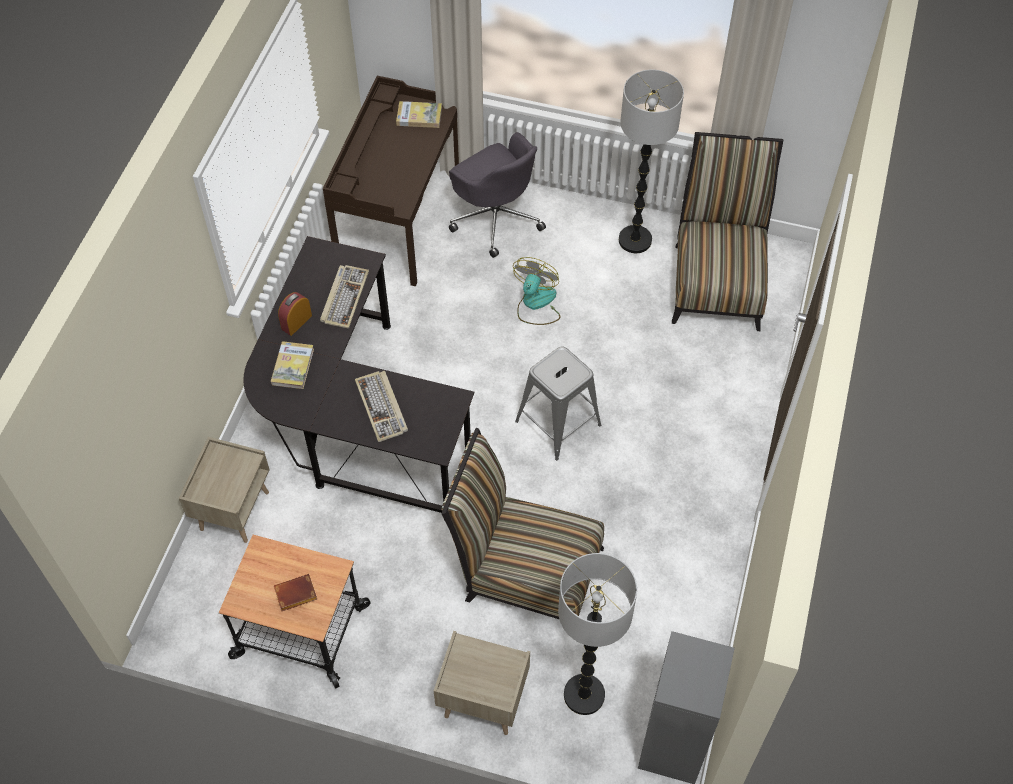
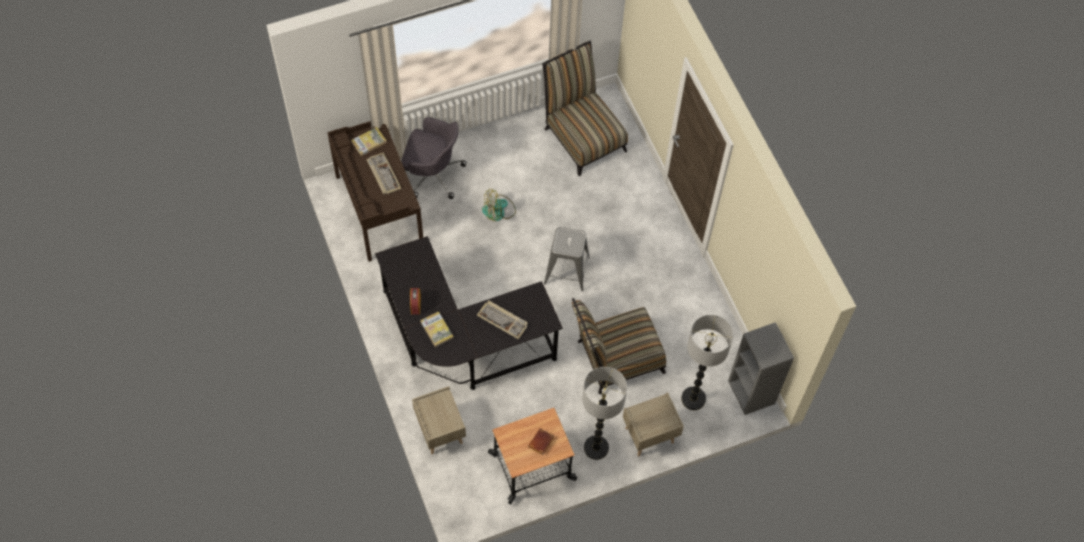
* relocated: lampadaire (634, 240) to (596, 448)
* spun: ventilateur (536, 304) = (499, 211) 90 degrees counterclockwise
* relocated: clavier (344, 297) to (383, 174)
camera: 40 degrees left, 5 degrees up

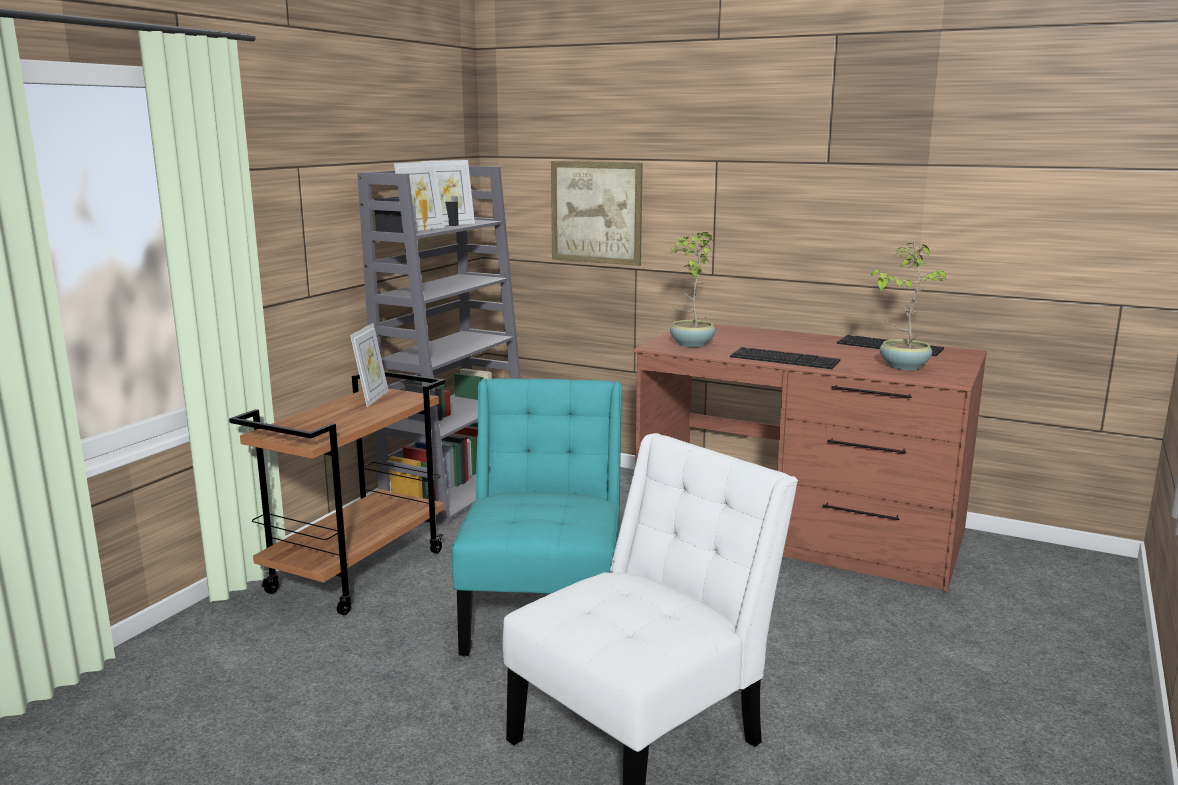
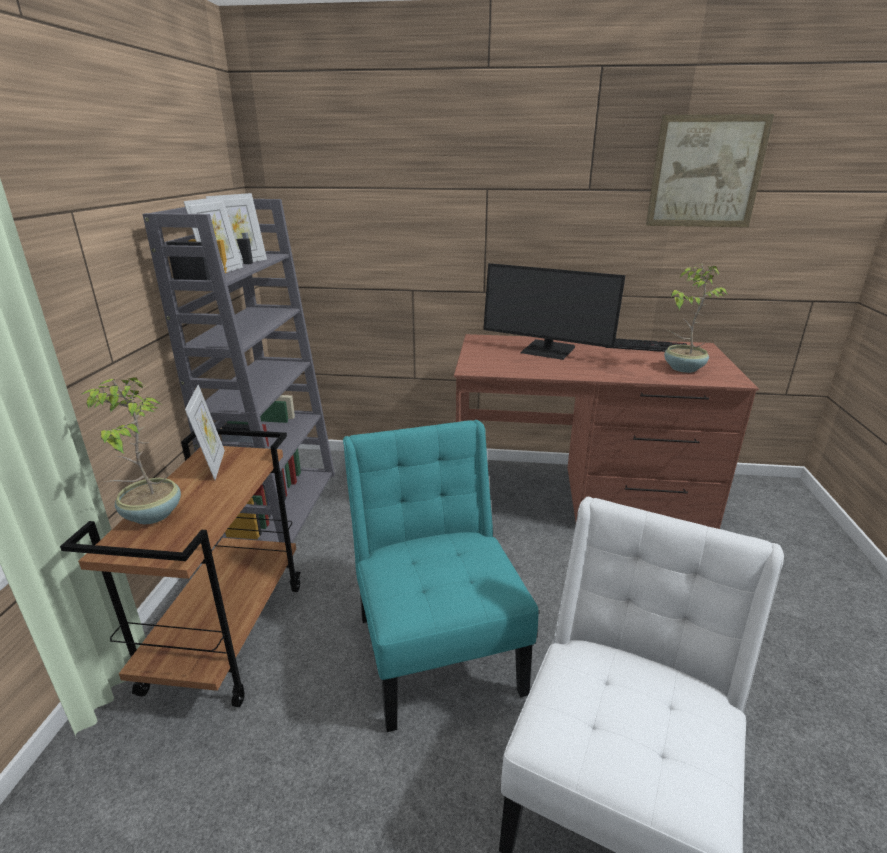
* relocated: tableau (596, 212) to (706, 172)
* relocated: plante en pot (690, 344) to (151, 515)
* missing: clavier (786, 359)
* appeared: écran d'ordinateur (547, 350)
camera: 20 degrees left, 10 degrees up

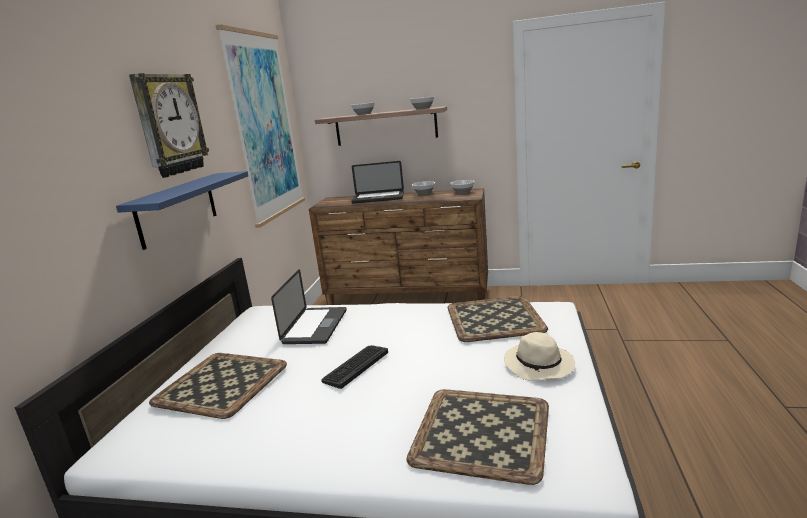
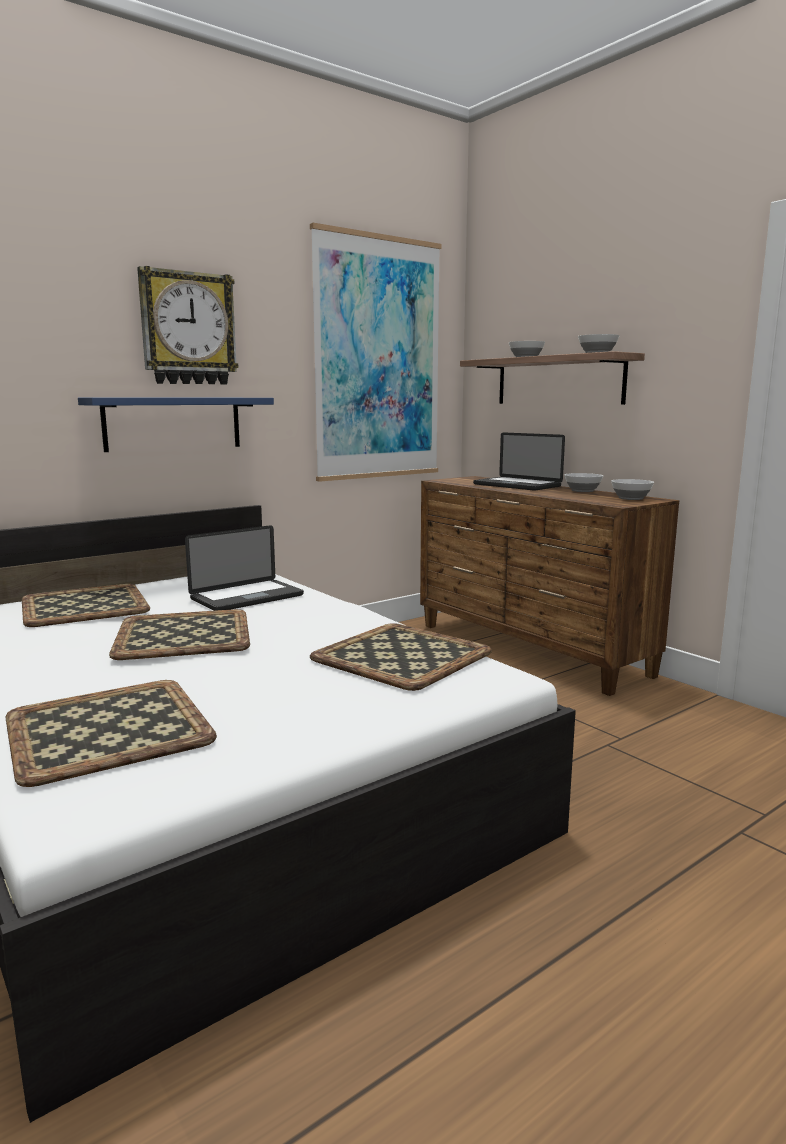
* missing: chapeau (beige) (539, 365)
* exchanged: clavier (355, 366) to plateau (182, 635)
camera: 40 degrees right, 5 degrees down

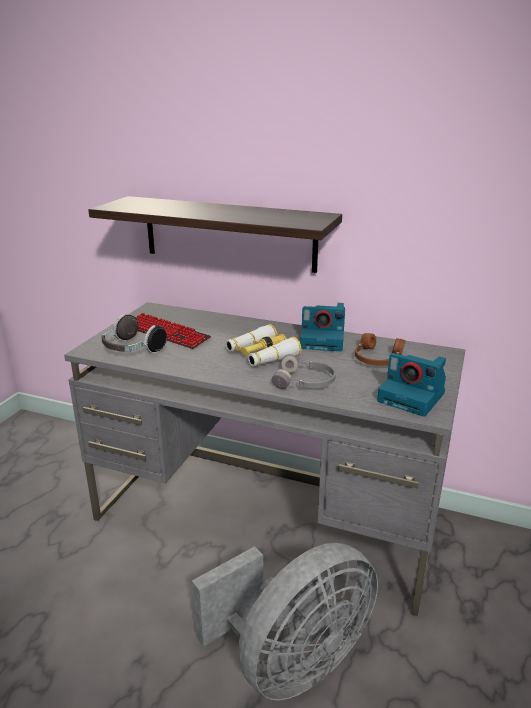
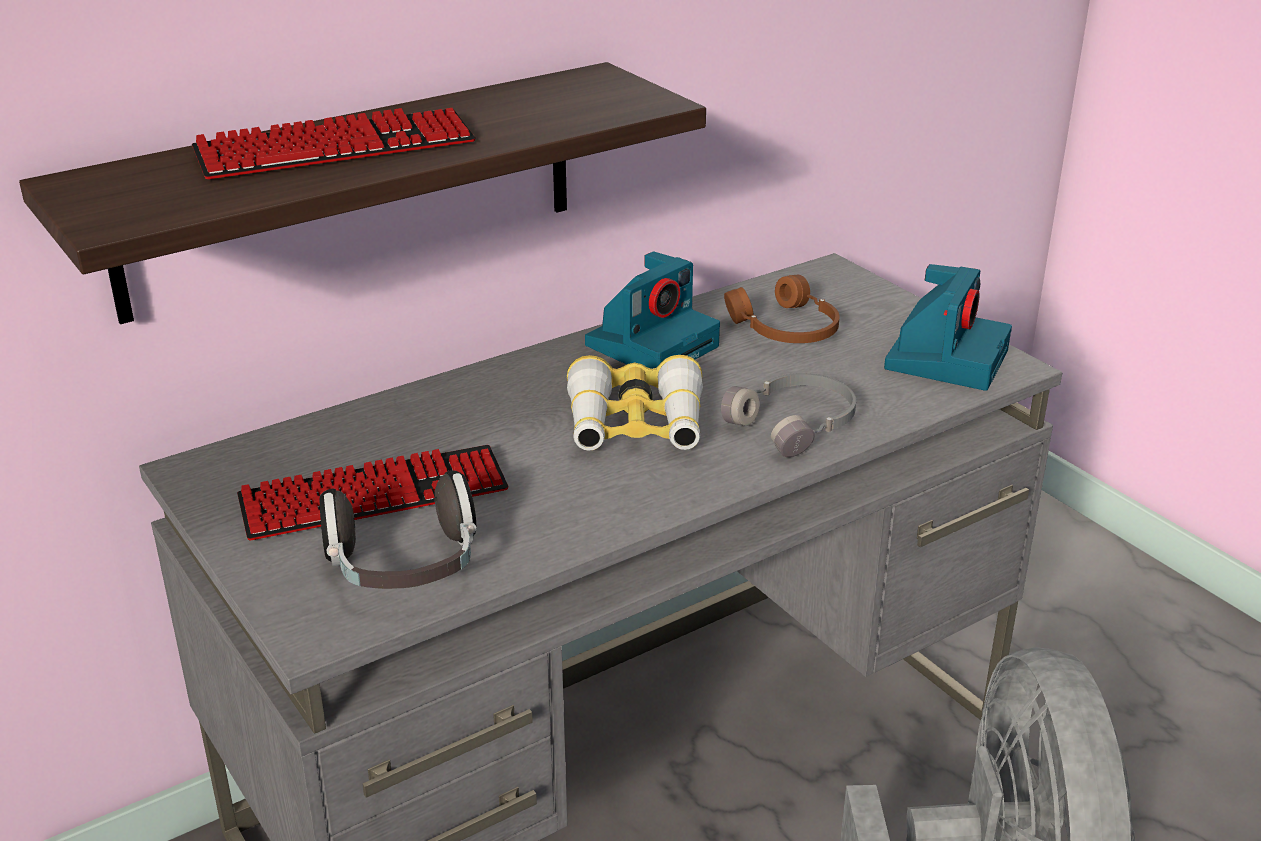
* spun: appareil photo (413, 397) = (946, 358) 45 degrees counterclockwise
* appeared: clavier (336, 149)
camera: 55 degrees left, 5 degrees up

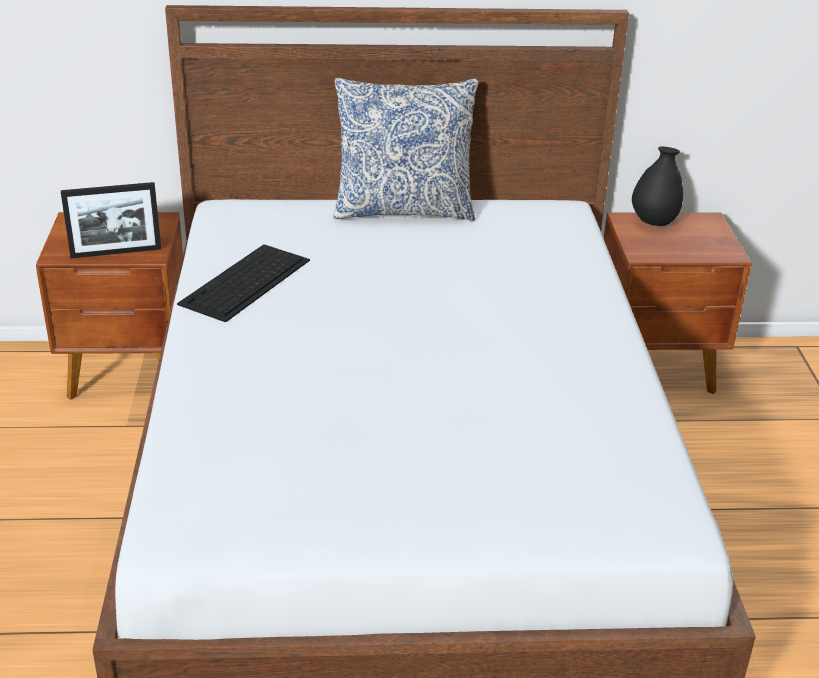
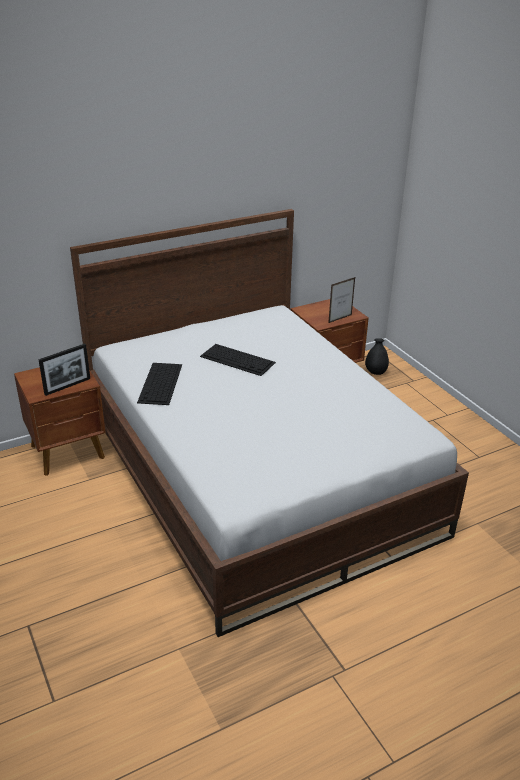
* missing: coussin (403, 209)
* relocated: vase (noir) (654, 222) to (375, 372)
* appeared: cadre photo (340, 319)
* appeared: clavier (238, 359)
camera: 25 degrees left, 0 degrees up

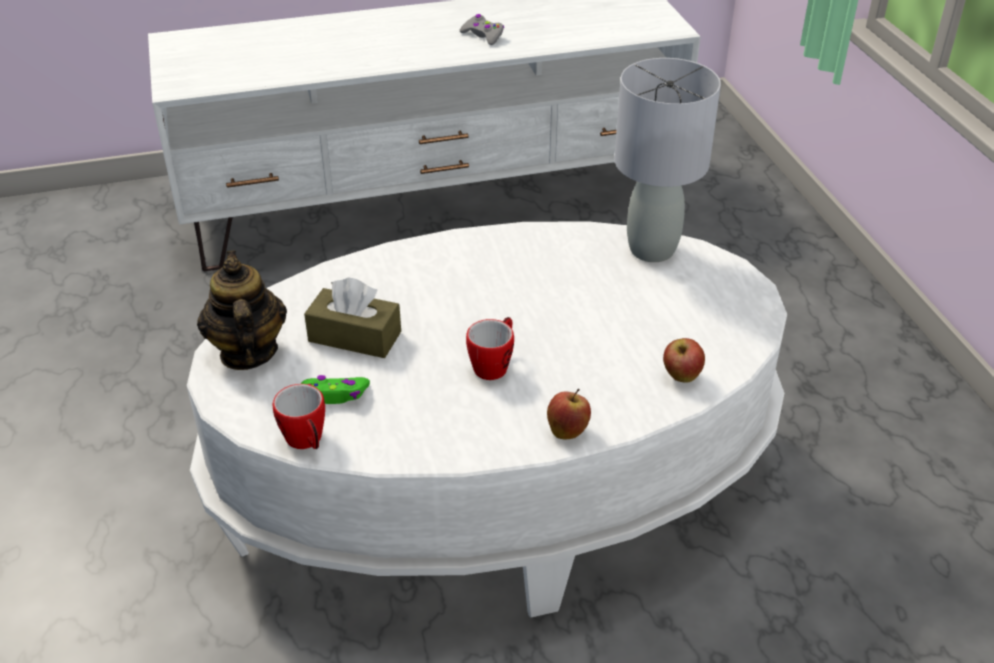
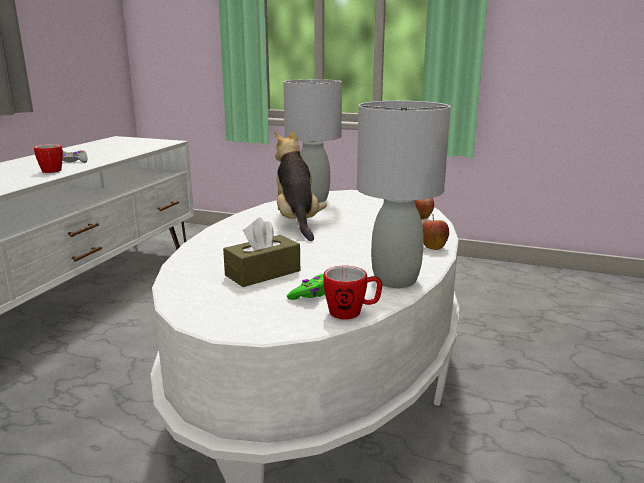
* missing: théière (247, 352)
* relocated: mug (494, 365) to (51, 170)
* appeared: lampe de table (gris) (396, 280)
* appeared: peluche (297, 222)
camera: 55 degrees left, 20 degrees down

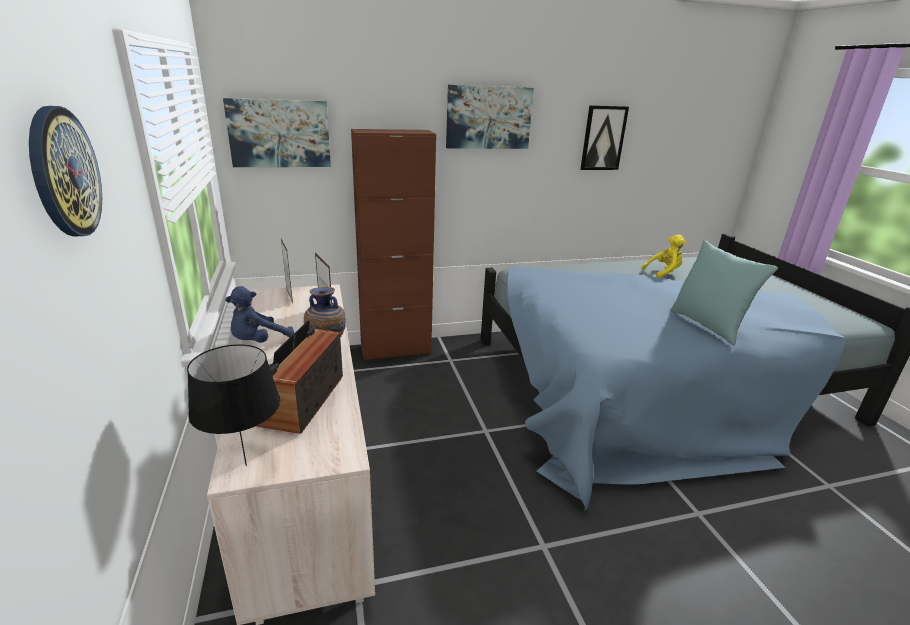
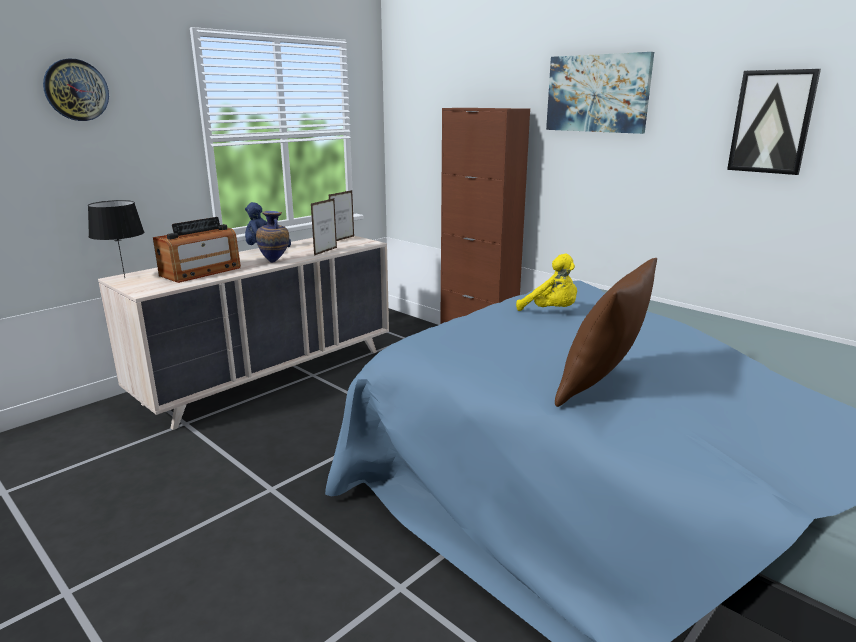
* missing: tableau (279, 133)
* relocated: peluche (jaune) (663, 273) to (551, 311)
* colour: coussin (turquoise) (708, 325) to coussin (marron) (601, 387)
* spun: radio (303, 400) = (201, 272) 150 degrees clockwise
camera: 60 degrees right, 5 degrees down

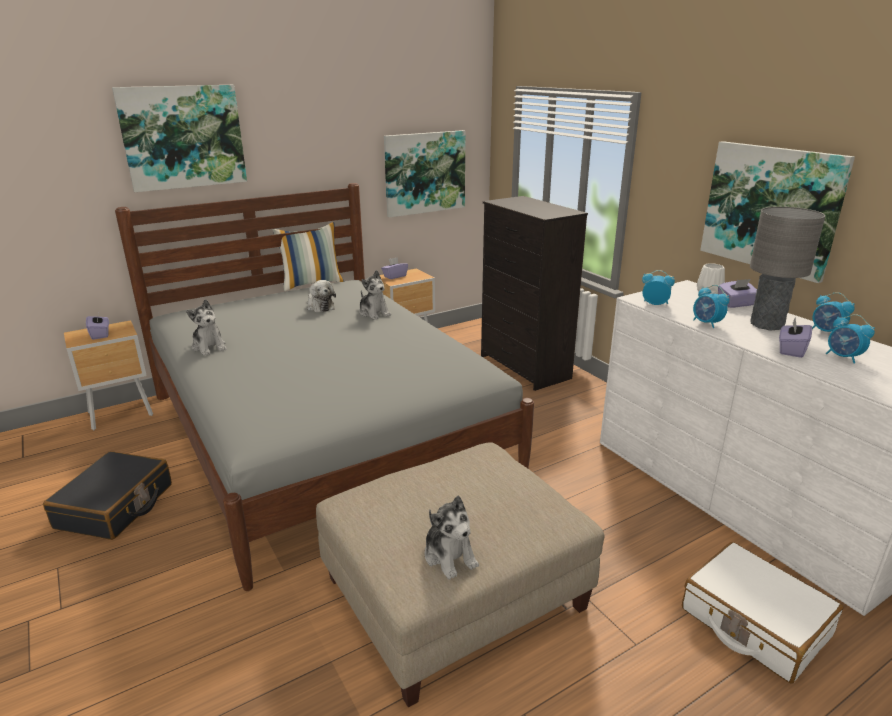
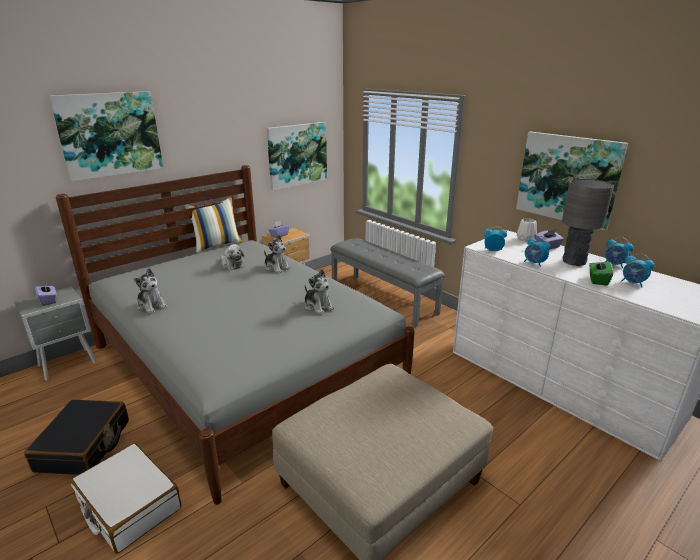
* exchanged: commode (noir) (524, 368) to banc (gris) (383, 298)
* colour: boîte à mouchoirs (violet) (791, 350) to boîte à mouchoirs (vert) (597, 280)
* colour: table de chevet (marron) (122, 414) to table de chevet (gris) (69, 364)
* relocated: peluche (450, 556) to (318, 306)
* relocated: valise (blanc) (754, 622) to (129, 505)
camera: 10 degrees left, 0 degrees up

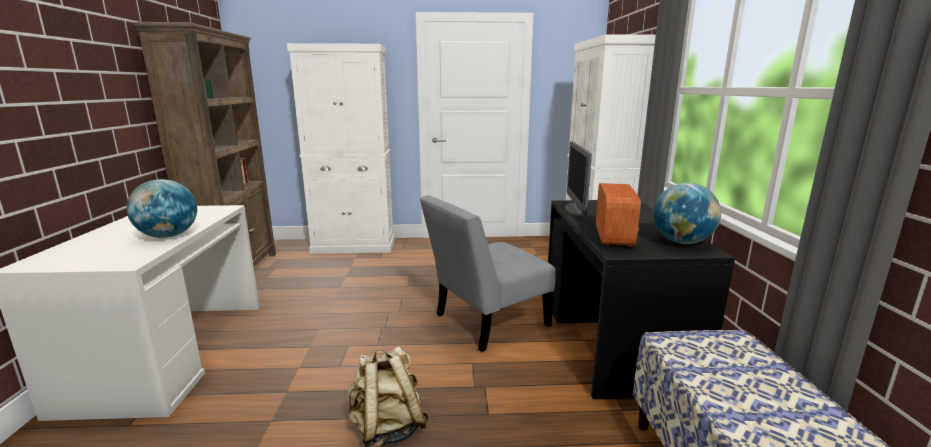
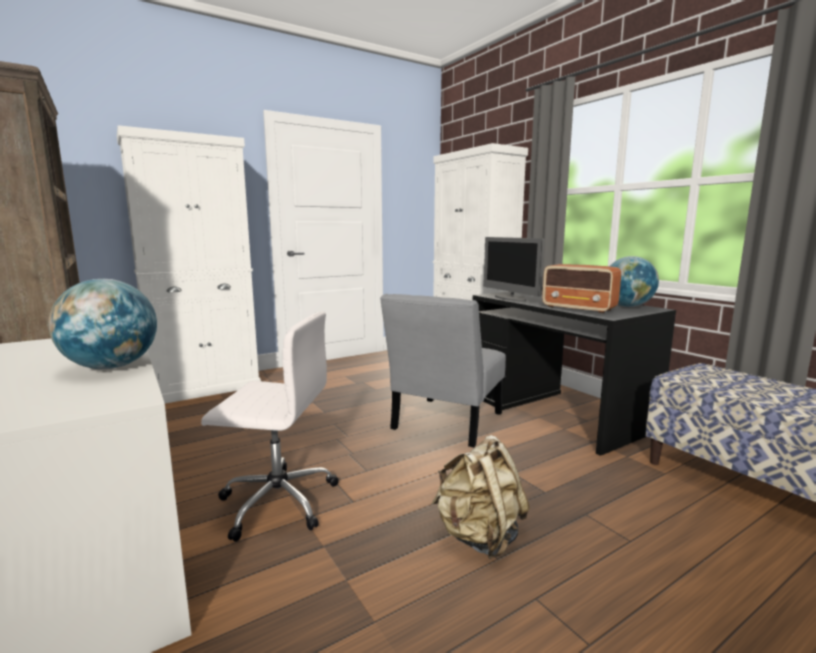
* spun: radio (613, 236) = (579, 308) 150 degrees clockwise
* appeared: chaise de bureau (blanc) (276, 501)
camera: 30 degrees left, 5 degrees down

